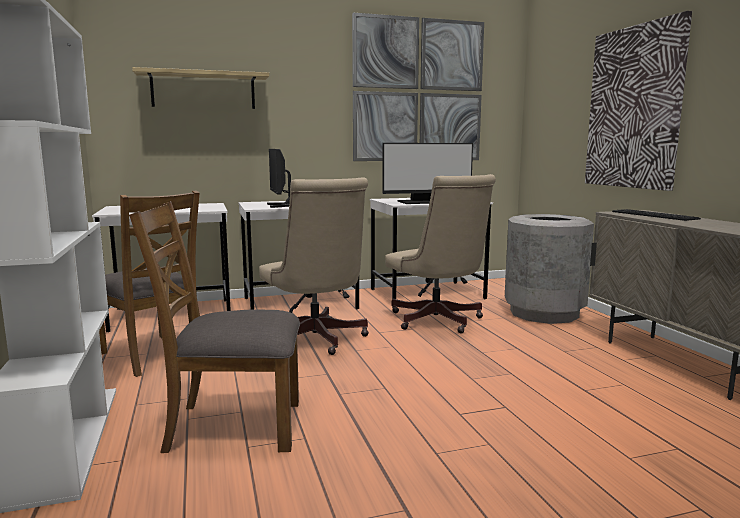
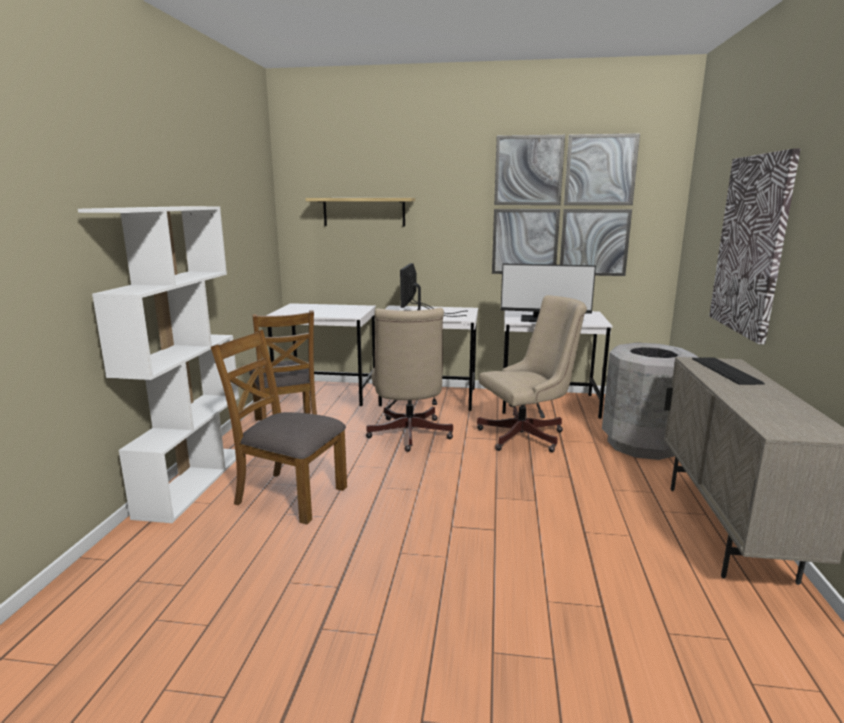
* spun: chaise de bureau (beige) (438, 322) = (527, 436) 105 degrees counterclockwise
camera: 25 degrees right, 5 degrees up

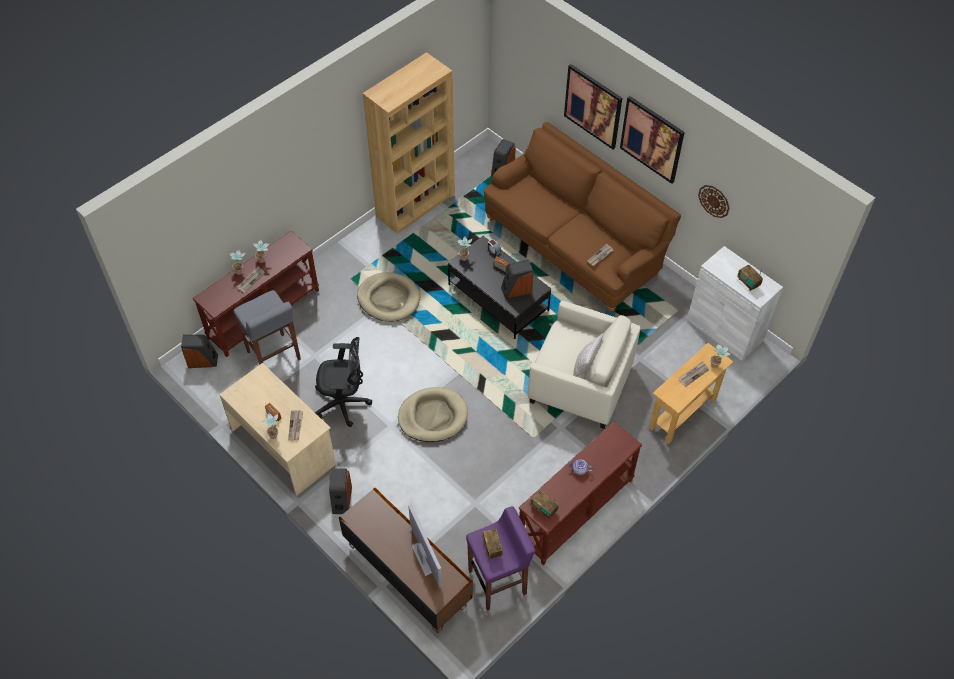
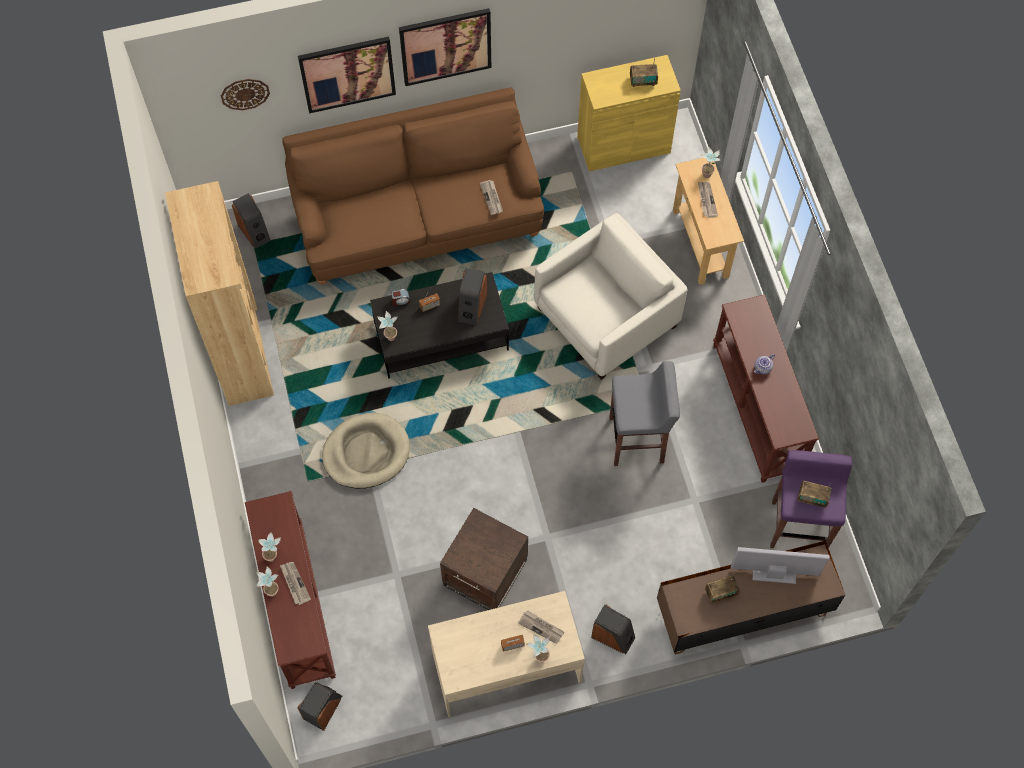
* relocated: horloge murale (714, 201) to (245, 93)
* colour: meuble de rangement (blanc) (724, 330) to meuble de rangement (jaune) (623, 145)
* relocated: tabouret (gris) (274, 356) to (637, 440)
* missing: coussin (585, 367)
* exchanged: chaise de bureau (noir) (344, 403) to table d'appoint (marron) (486, 573)
* missing: panier pour chien (beige) (433, 416)
* relocated: radio (544, 509) to (721, 593)
camera: 60 degrees left, 10 degrees up

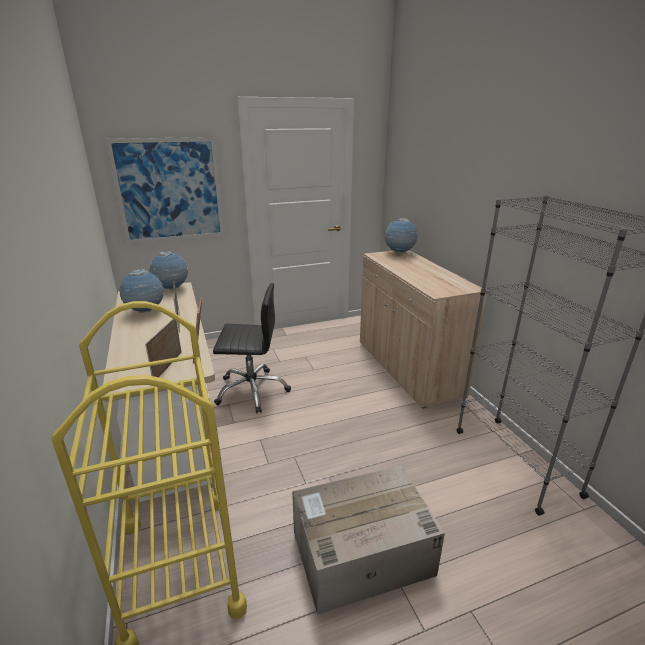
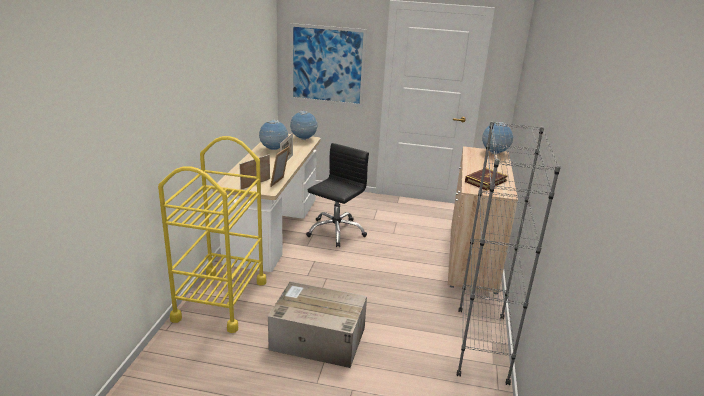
* spun: chaise de bureau (noir) (252, 390) = (336, 231) 90 degrees counterclockwise
* appeared: livre (485, 181)
camera: 30 degrees right, 0 degrees up

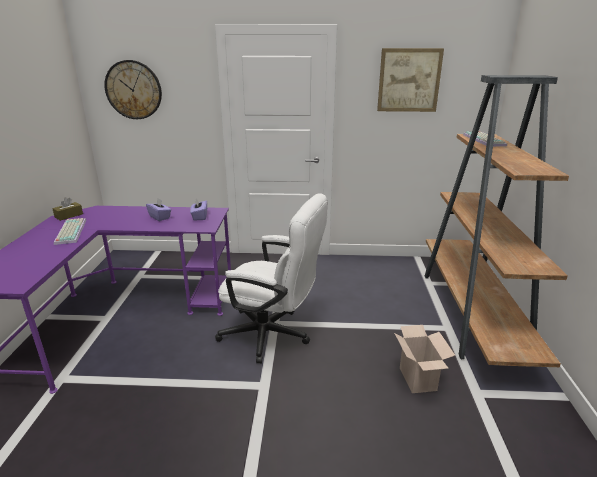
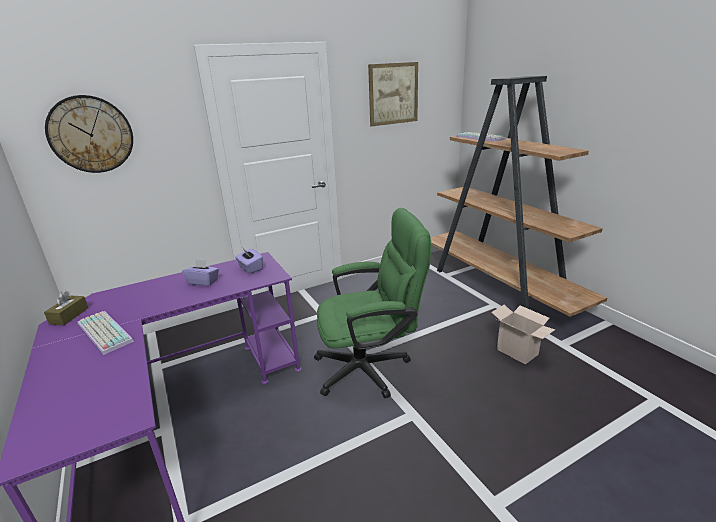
* colour: chaise de bureau (blanc) (272, 335) to chaise de bureau (vert) (371, 367)
camera: 30 degrees left, 0 degrees up

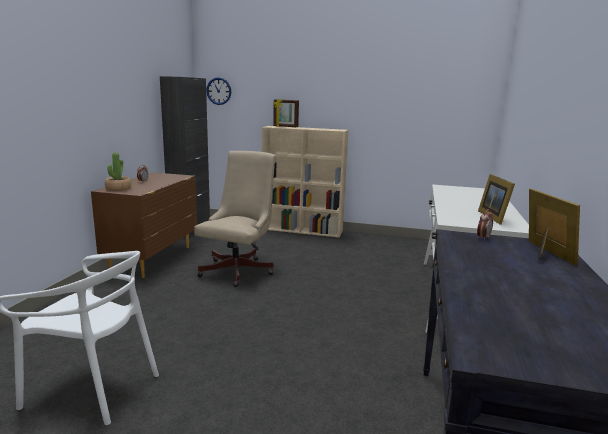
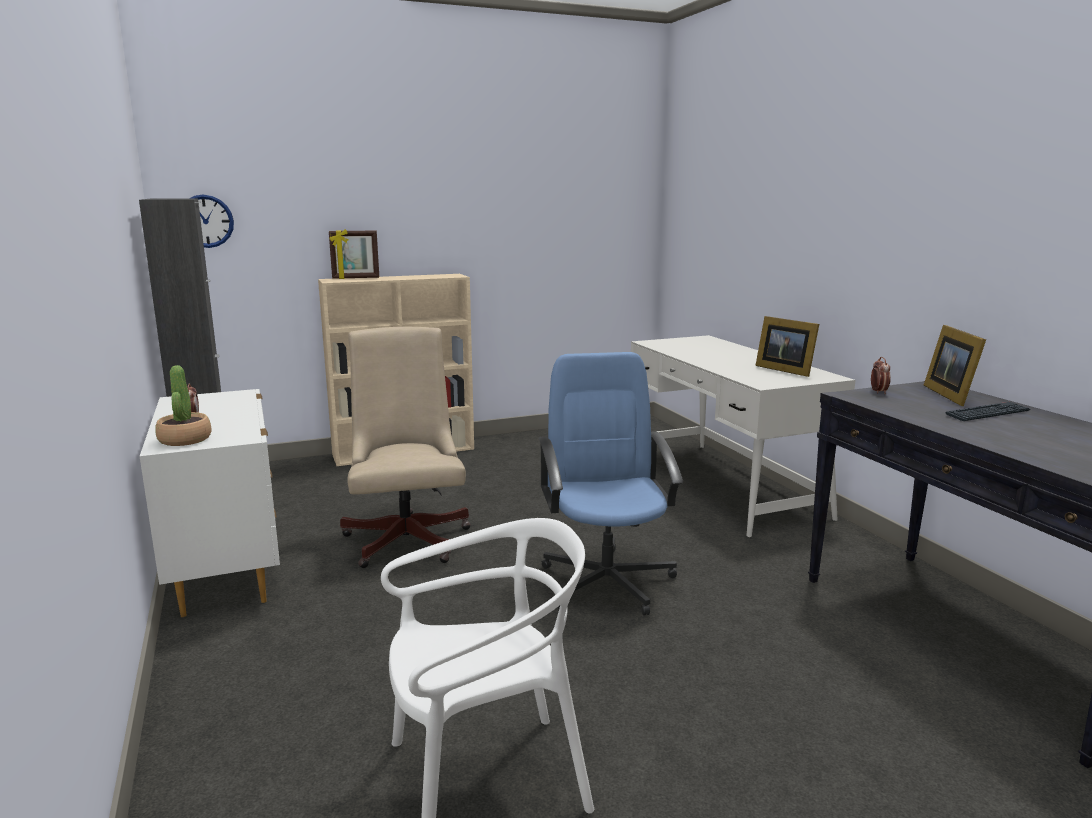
* colour: commode (marron) (153, 259) to commode (blanc) (227, 566)
* spun: cadre photo (544, 253) = (951, 395) 135 degrees counterclockwise
* appeared: chaise de bureau (bleu) (607, 581)
* appeared: clavier (988, 413)
camera: 35 degrees left, 0 degrees up

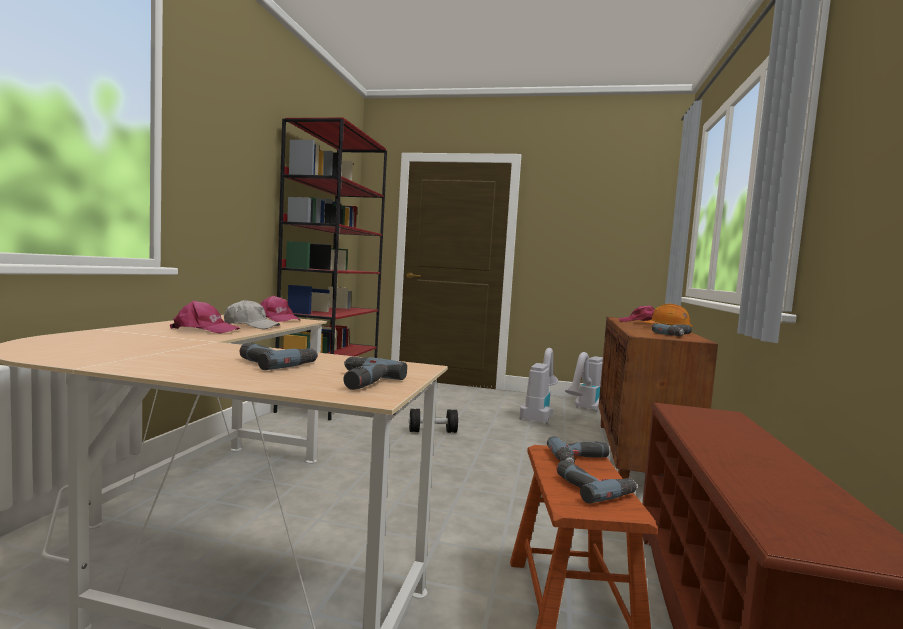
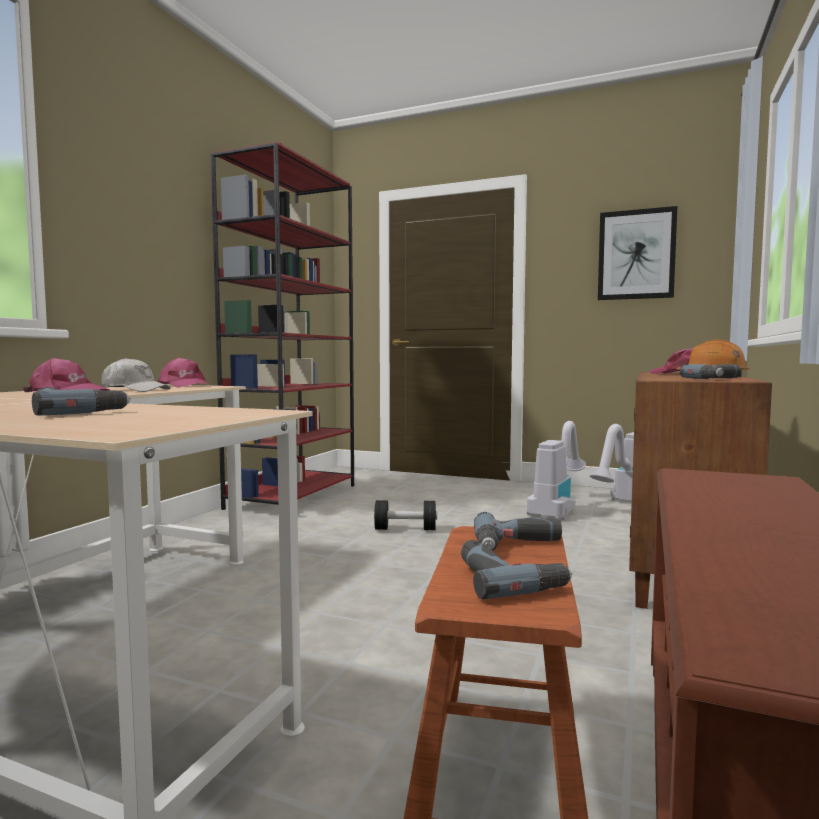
* missing: perceuse (359, 381)
* appeared: tableau (636, 255)
camera: 10 degrees right, 0 degrees up

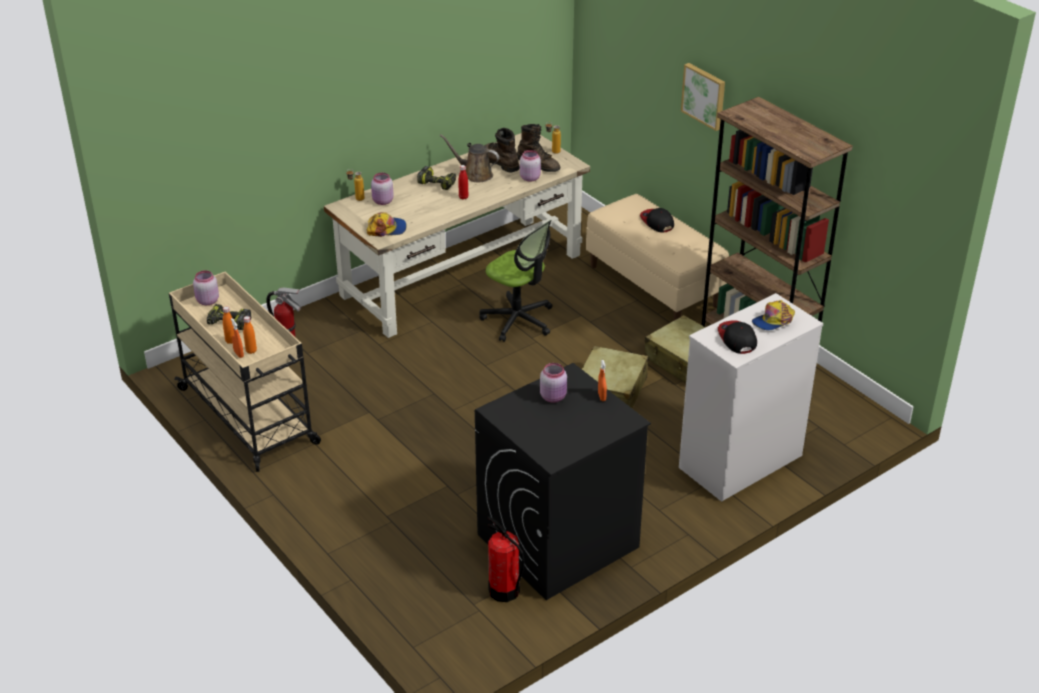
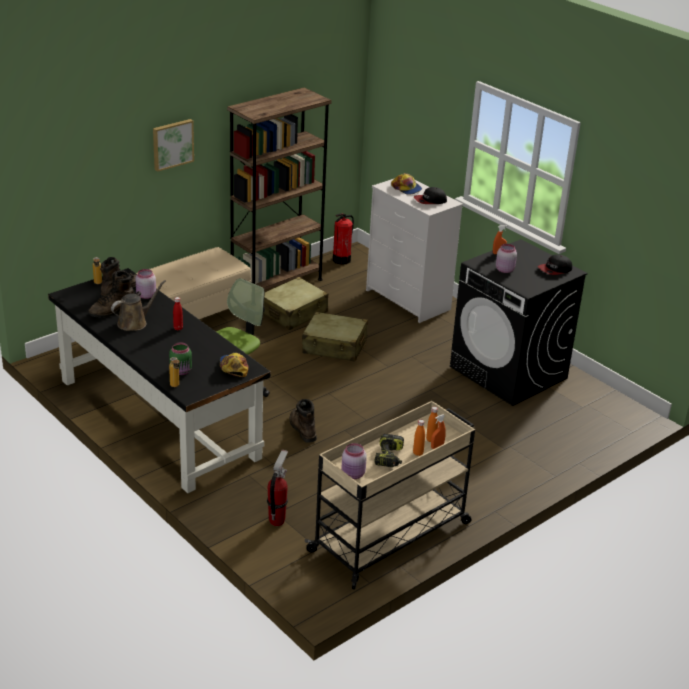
* colour: bureau (beige) (462, 274) to bureau (noir) (157, 418)
* spun: arrosoir (marron) (475, 174) = (135, 322) 150 degrees counterclockwise
* missing: perceuse (438, 183)
* colour: bocal (rose) (382, 201) to bocal (vert) (181, 371)
* relocated: casquette (657, 222) to (555, 270)
* relocated: extincteur (504, 591) to (342, 260)
* appeared: botte (marron) (302, 429)
camera: 95 degrees left, 5 degrees down

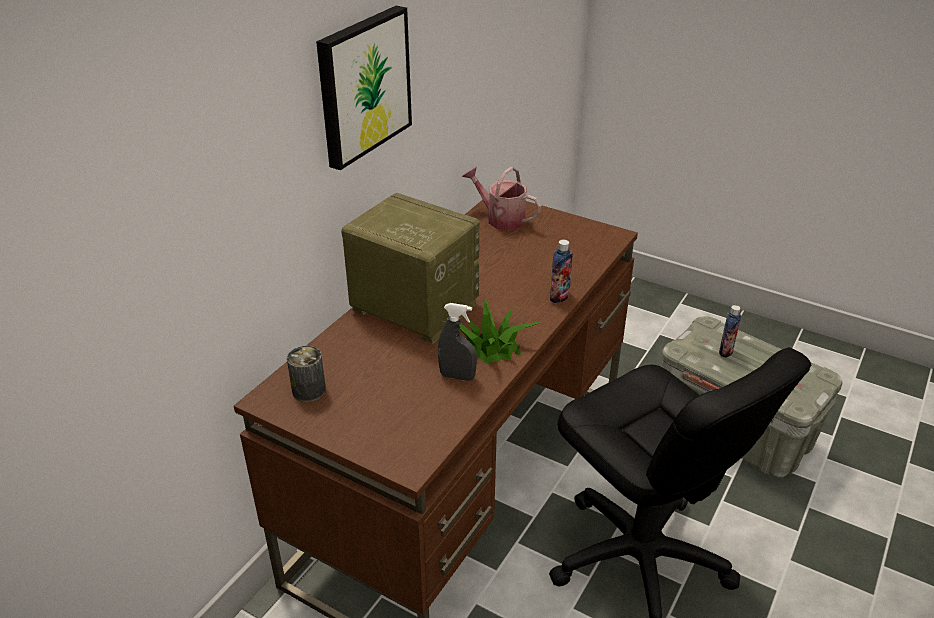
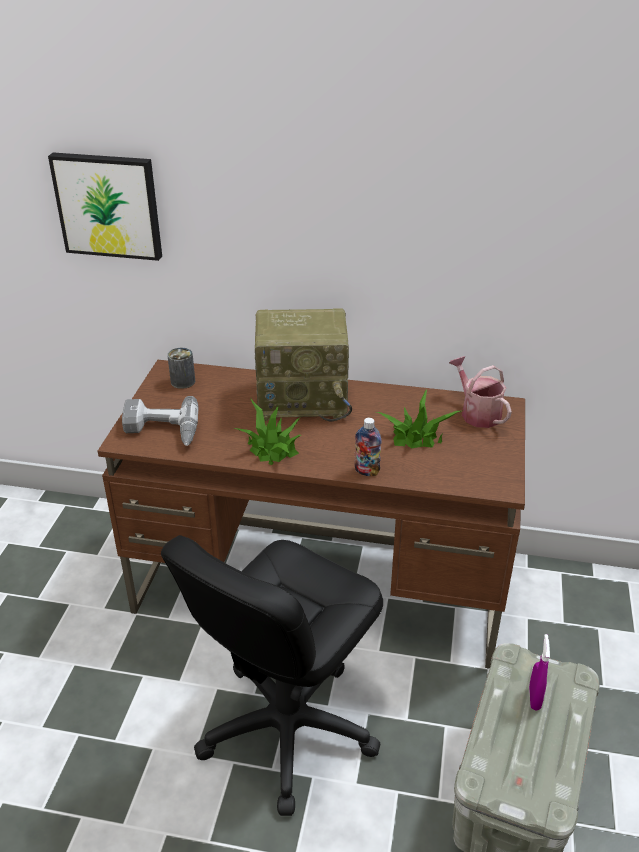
* relocated: tableau (362, 85) to (109, 205)
* spun: arrosoir (501, 218) = (477, 413) 45 degrees counterclockwise
* spun: radio (411, 307) = (304, 398) 75 degrees clockwise
* missing: vaporisateur (gris) (457, 376)
* exchanged: bouteille (725, 351) to vaporisateur (violet) (534, 698)
* appeared: plante en pot (416, 436)
* appeared: perceuse (161, 431)
camera: 70 degrees right, 0 degrees up

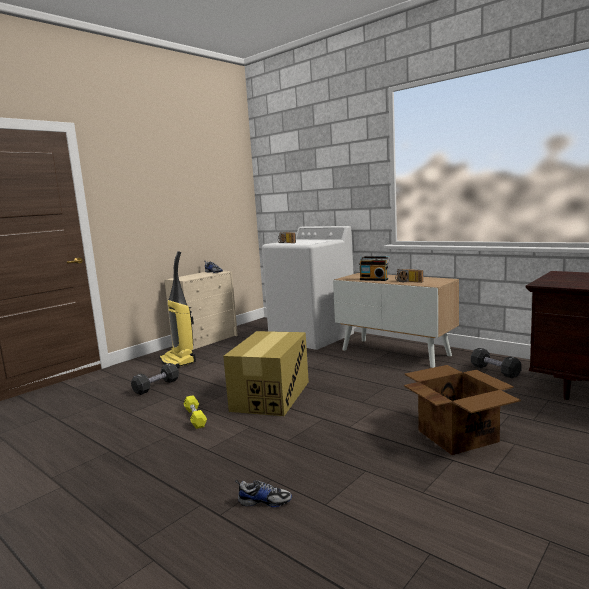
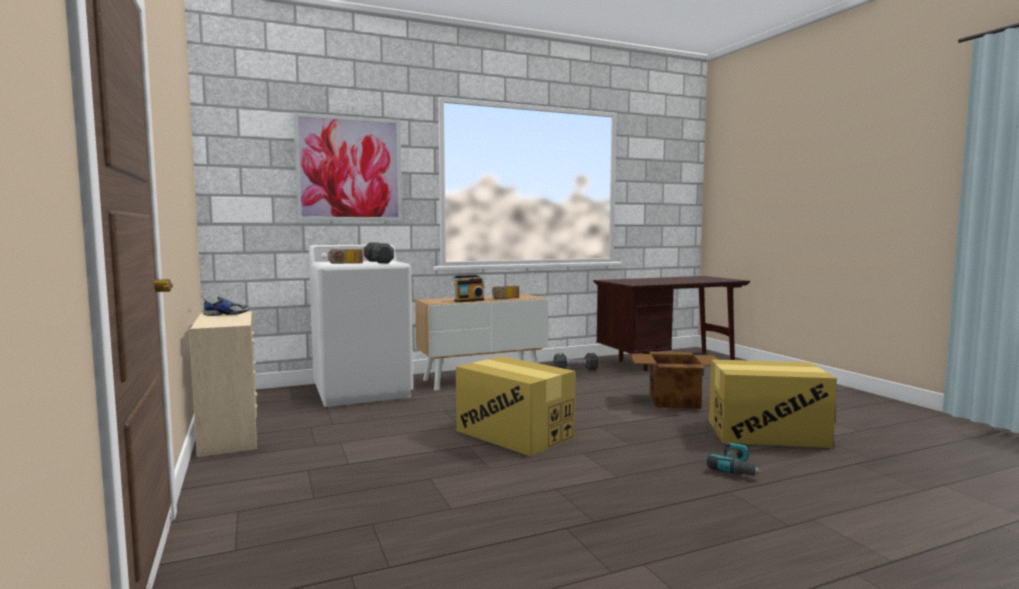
* missing: aspirateur (178, 361)
* relocated: haltère (noir) (156, 386) to (378, 262)
* missing: haltère (jaune) (195, 417)
* exchanged: chaussure (264, 501) to perceuse (736, 468)
* appeared: tableau (349, 169)
* appeared: carton (767, 433)
camera: 65 degrees left, 5 degrees down

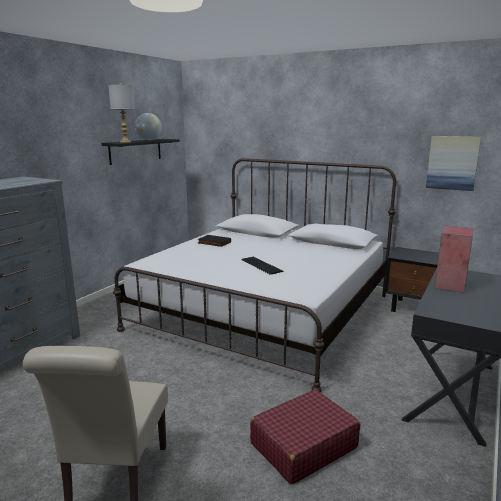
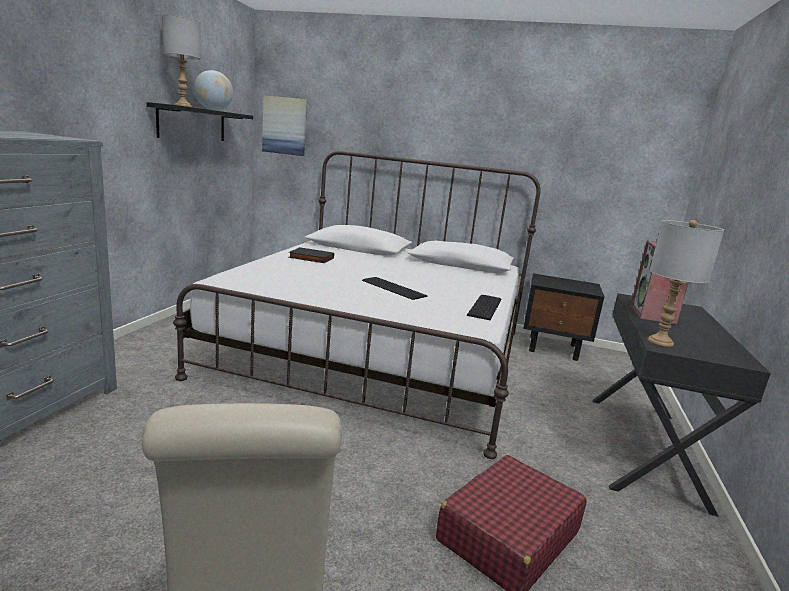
* relocated: tableau (452, 163) to (284, 126)
* appeared: lampe de table (gris) (660, 341)
* appeared: clavier (486, 307)
camera: 15 degrees left, 0 degrees up

